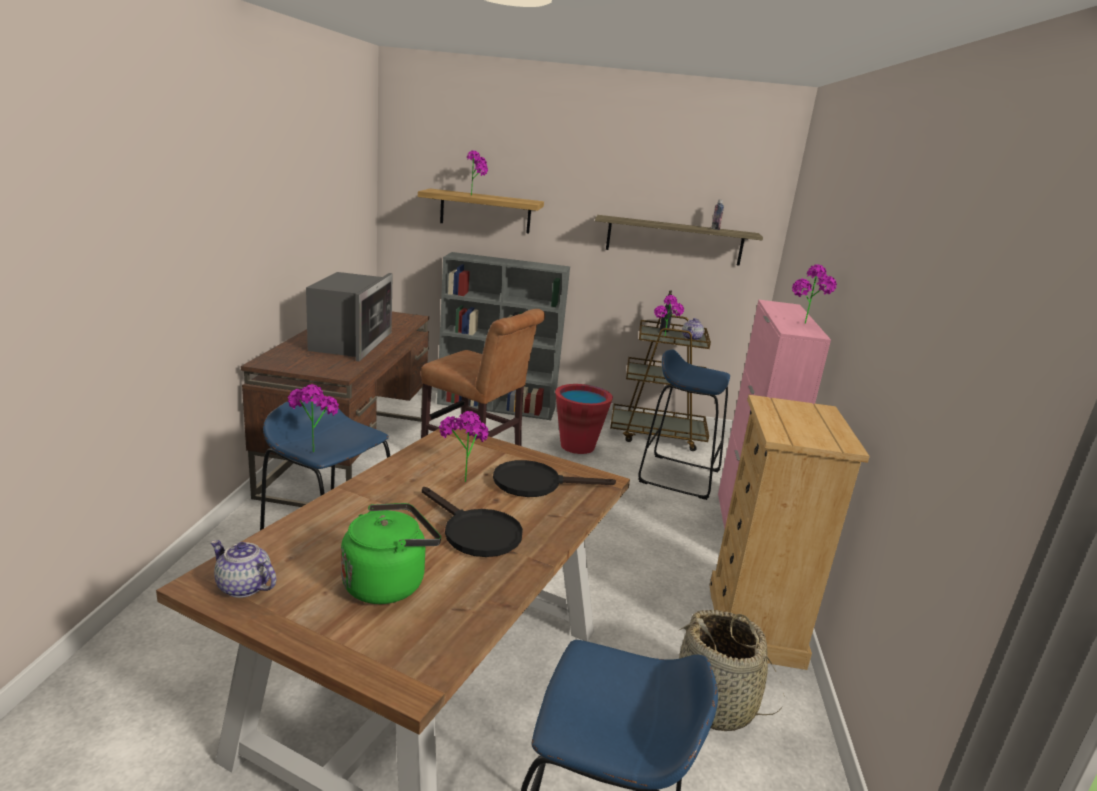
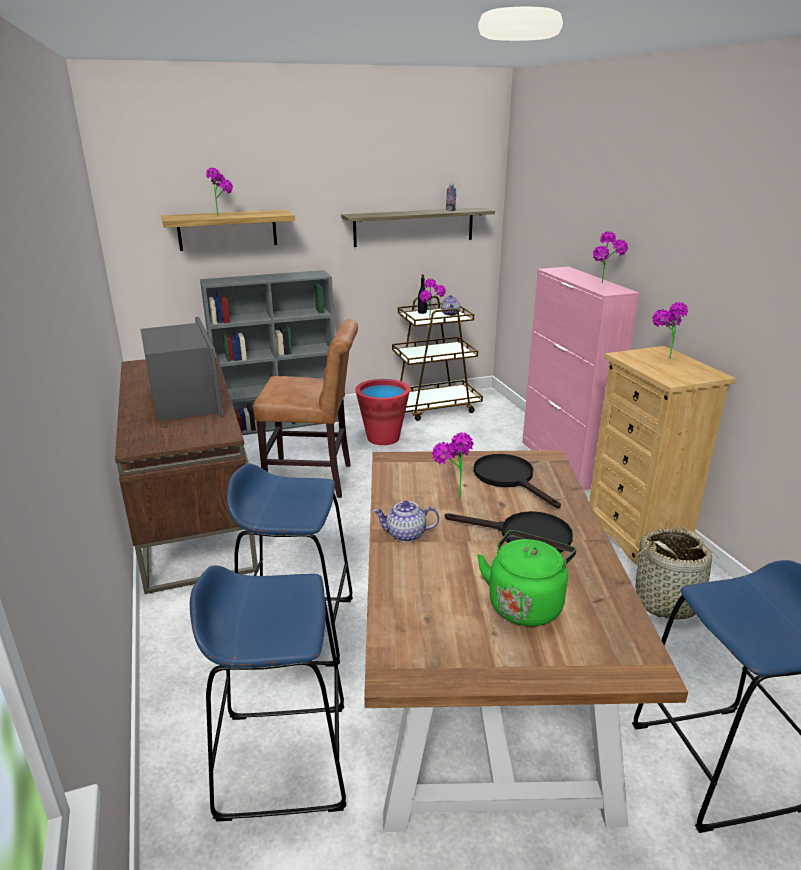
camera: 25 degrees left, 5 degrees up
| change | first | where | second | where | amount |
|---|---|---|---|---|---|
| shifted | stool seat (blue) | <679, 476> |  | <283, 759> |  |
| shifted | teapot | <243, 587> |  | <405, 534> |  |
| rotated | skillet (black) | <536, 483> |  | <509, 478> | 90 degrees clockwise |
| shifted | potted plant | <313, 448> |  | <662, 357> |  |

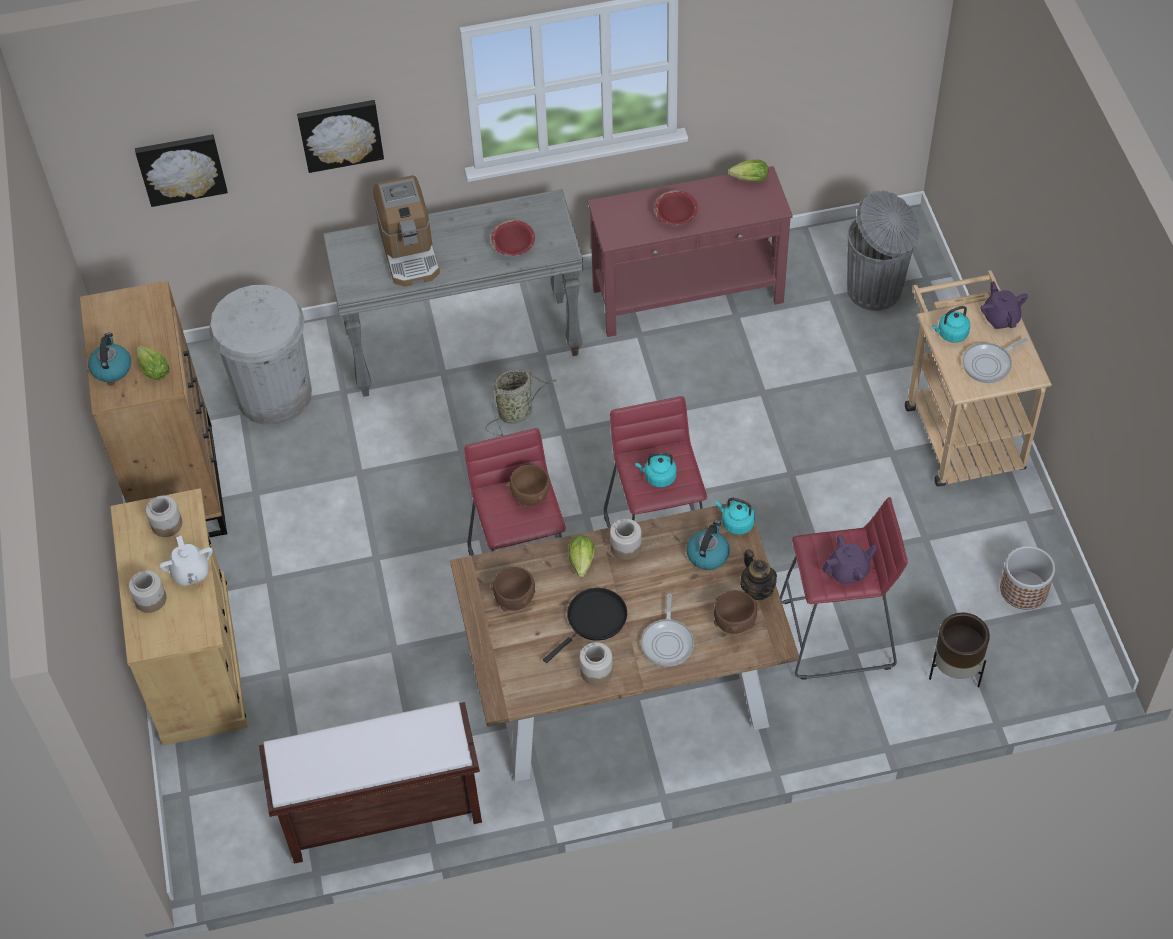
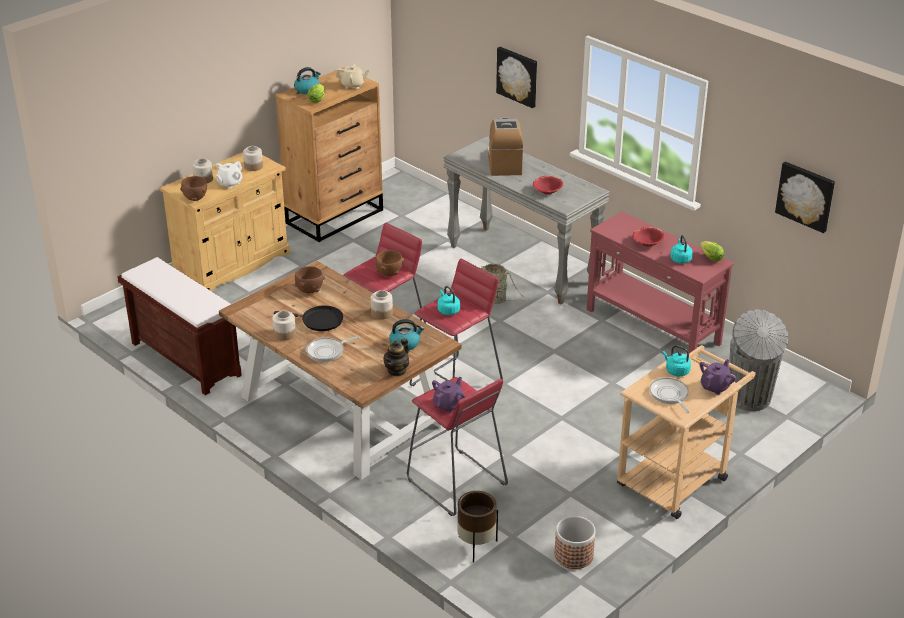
camera: 55 degrees right, 20 degrees down
| change | first | where | second | where | amount |
|---|---|---|---|---|---|
| shifted | bowl (brownish) | <734, 623> |  | <195, 198> |  |
| new |  |  | teapot (beige-coloured) | <353, 85> |  |
| rotated | teapot (purple) | <848, 571> |  | <448, 405> | 90 degrees counterclockwise |
| rotated | coffee brewer | <409, 252> |  | <504, 163> | 135 degrees clockwise |
| rotated | skillet | <989, 364> |  | <669, 395> | 45 degrees clockwise |
| shifted | kettle (turquoise-coloured) | <736, 523> |  | <680, 259> |  |
| shifted | wall art | <181, 167> |  | <806, 196> |  |
| gone | rubbish bin (whitish) | <274, 395> |  |  |  |
| gone | head of lettuce | <581, 564> |  |  |  |

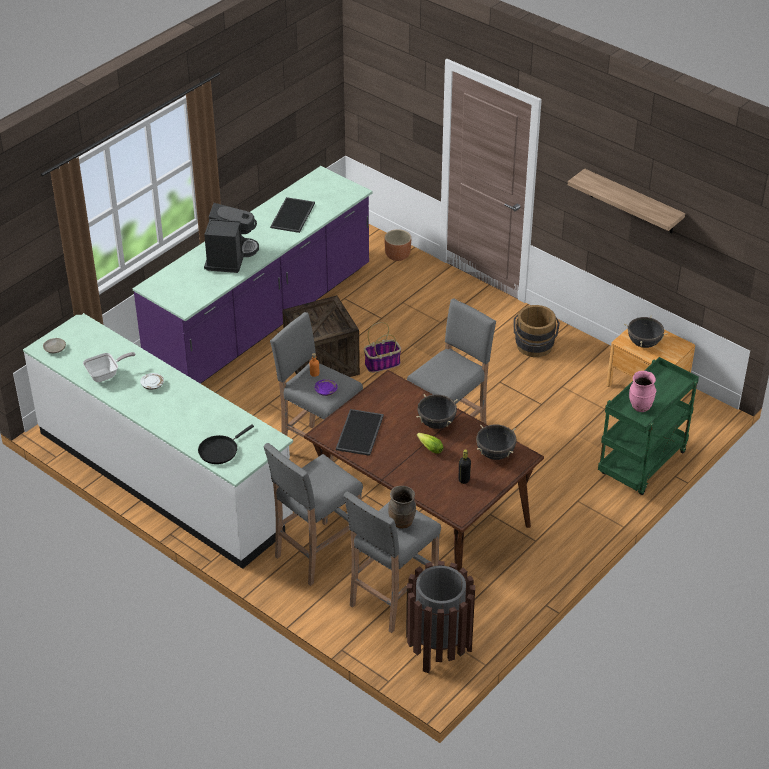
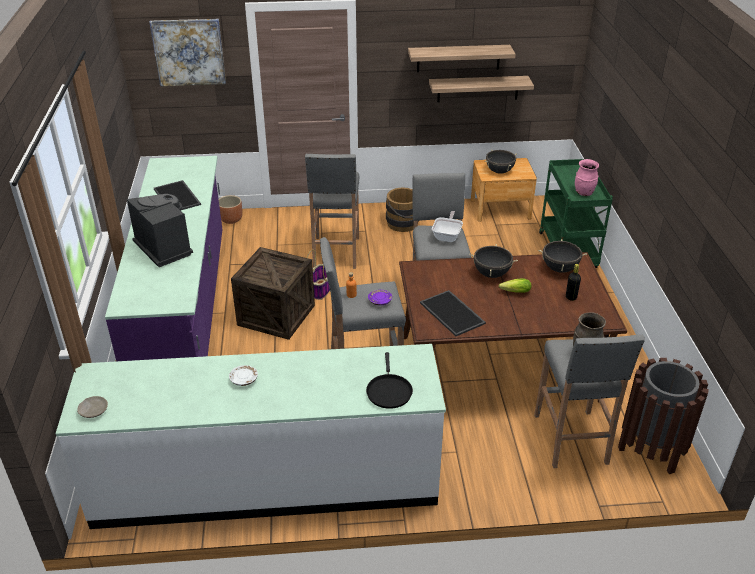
camera: 45 degrees left, 5 degrees down
| change | first | where | second | where | amount |
|---|---|---|---|---|---|
| new |  |  | wall art | <189, 52> |  |
| shifted | stool seat (gray) | <316, 554> |  | <336, 253> |  |
| new |  |  | bracket shelf | <478, 89> |  |
| shifted | skillet | <106, 375> |  | <447, 236> |  |

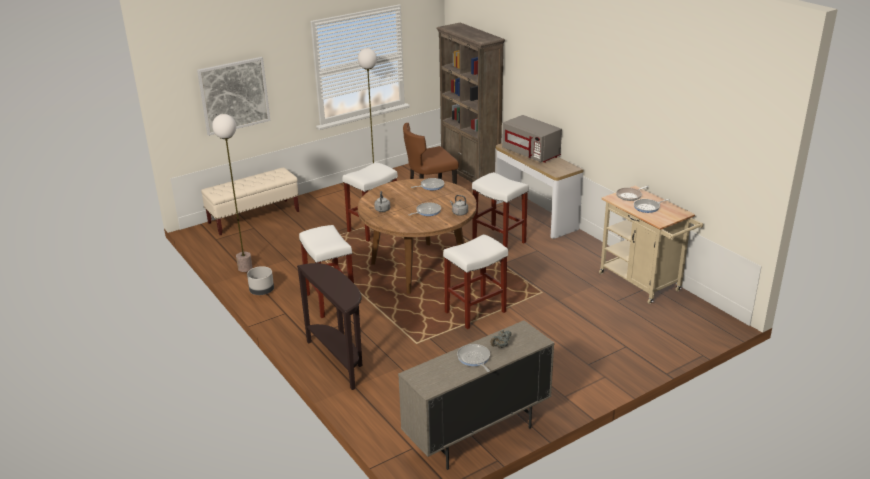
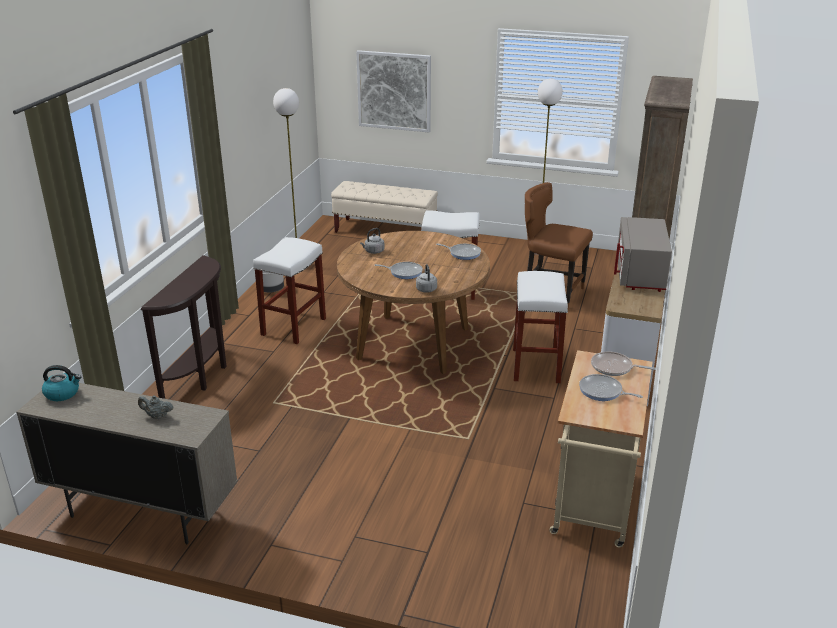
camera: 50 degrees right, 0 degrees up
| change | first | where | second | where | amount |
|---|---|---|---|---|---|
| new |  |  | kettle | <63, 393> |  |
| gone | stool seat (whitish) | <475, 312> |  |  |  |
| gone | skillet | <474, 358> |  |  |  |

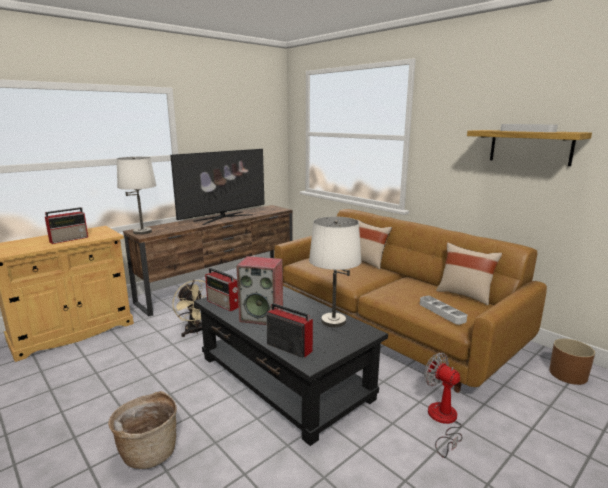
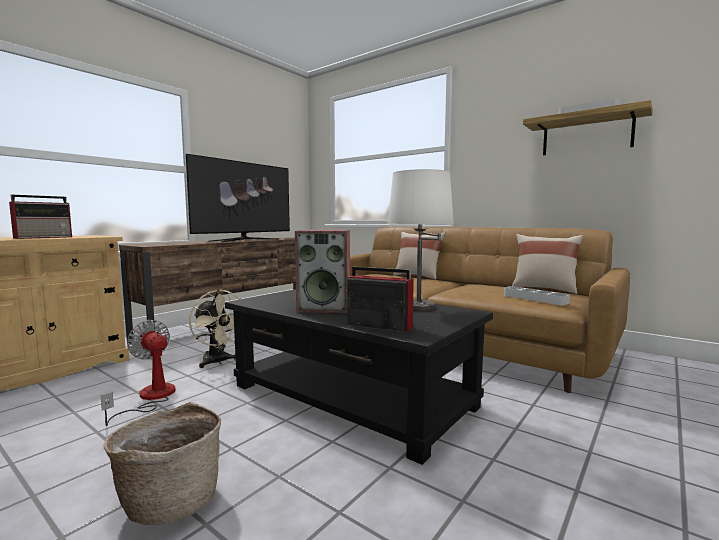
camera: 10 degrees left, 10 degrees down
| change | first | where | second | where | amount |
|---|---|---|---|---|---|
| shifted | fan | <443, 421> |  | <150, 398> |  |
| gone | tabletop lamp (whitish) | <142, 232> |  |  |  |
| gone | radio set | <224, 304> |  |  |  |
| gone | planter (brownish) | <568, 374> |  |  |  |

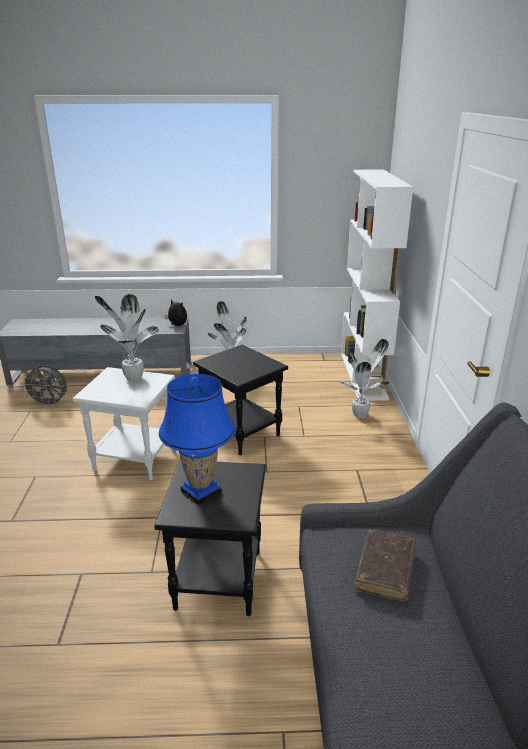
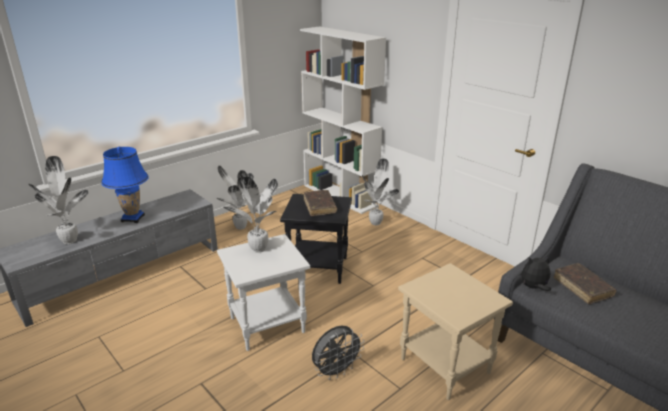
camera: 40 degrees left, 0 degrees up
| change | first | where | second | where | amount |
|---|---|---|---|---|---|
| new |  |  | potted plant | <70, 240> |  |
| shifted | tabletop lamp (blue) | <201, 491> |  | <133, 218> |  |
| new |  |  | book (brownish) | <319, 207> |  |
| shifted | fan (gray) | <50, 404> |  | <336, 371> |  |
| repainted | accent table (black) | <220, 581> | accent table (beige-coloured) | <446, 366> |  |
| shifted | cuddly toy | <177, 325> |  | <533, 288> |  |

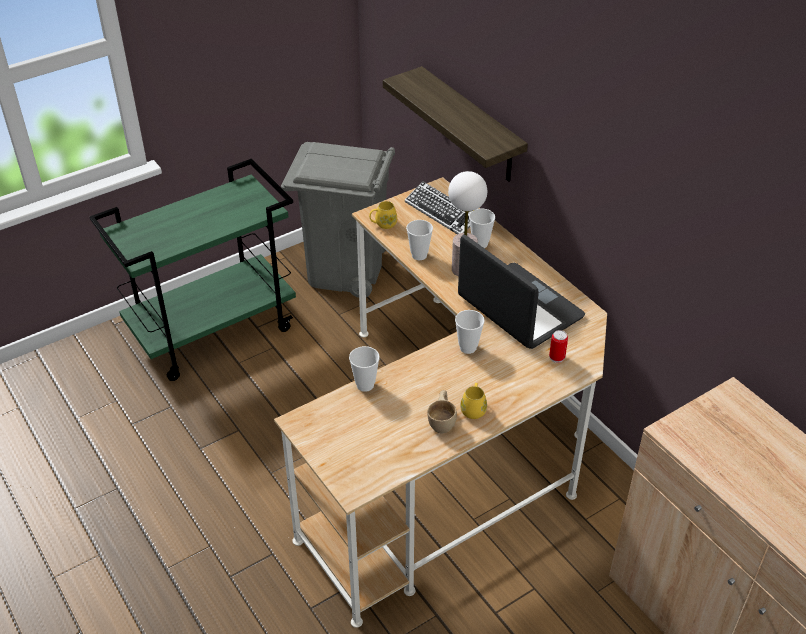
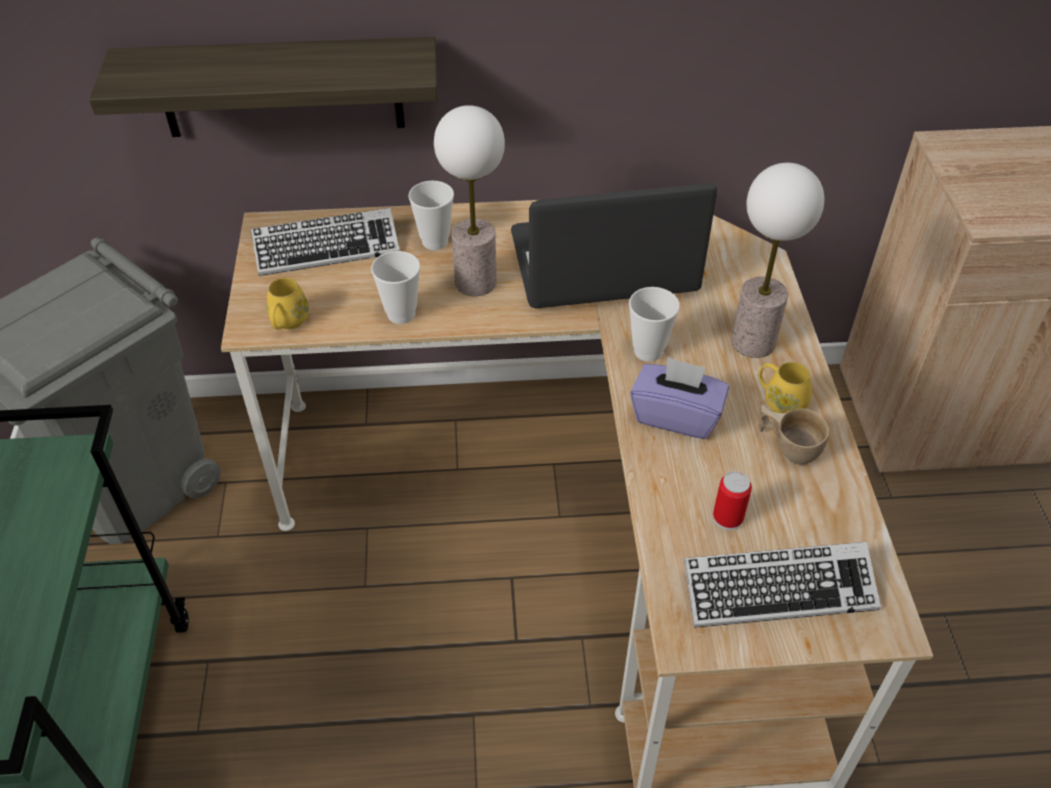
camera: 60 degrees left, 5 degrees up
| change | first | where | second | where | amount |
|---|---|---|---|---|---|
| new |  |  | box of tissues (purple) | <676, 415> |  |
| new |  |  | keyboard | <778, 590> |  |
| shifted | can | <557, 357> |  | <727, 518> |  |
| new |  |  | tabletop lamp | <754, 342> |  |
| gone | small cup | <365, 385> |  |  |  |

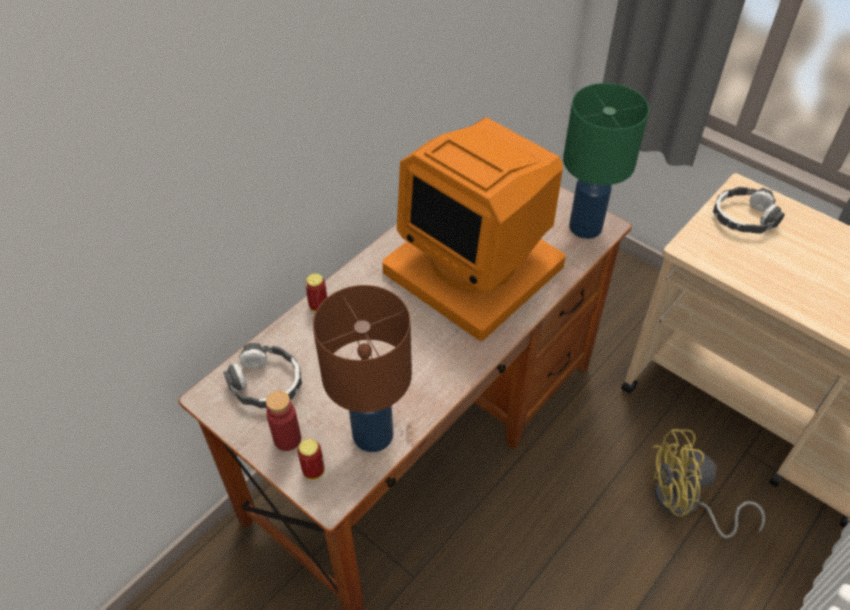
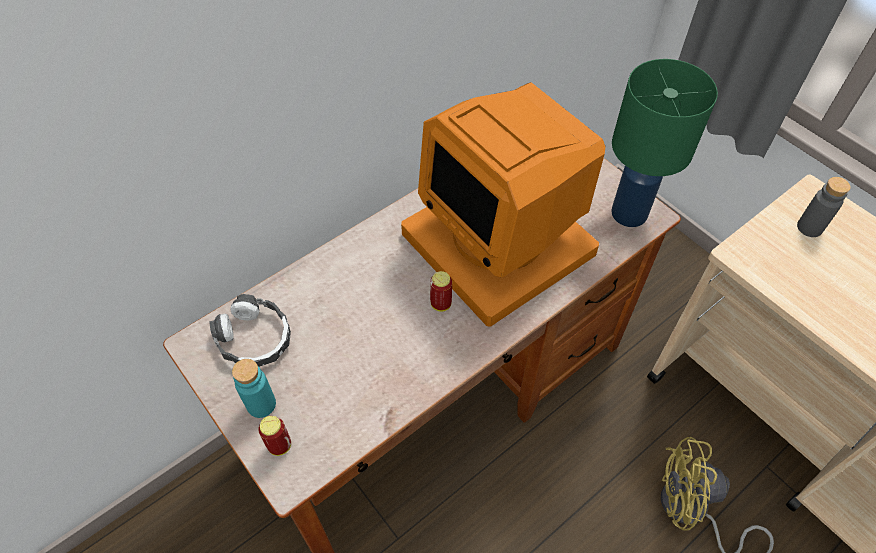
camera: 10 degrees right, 5 degrees up
| change | first | where | second | where | amount |
|---|---|---|---|---|---|
| repainted | beverage bottle (red) | <287, 439> | beverage bottle (turquoise-coloured) | <261, 404> |  |
| shifted | can | <318, 306> |  | <441, 304> |  |
| swapped | headset | <743, 217> | beverage bottle (gray) | <809, 227> |  |
| gone | tabletop lamp (brownish) | <371, 434> |  |  |  |

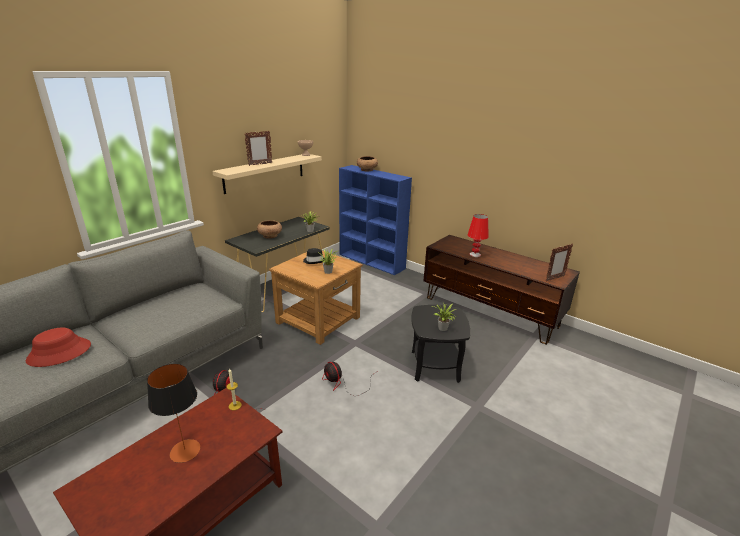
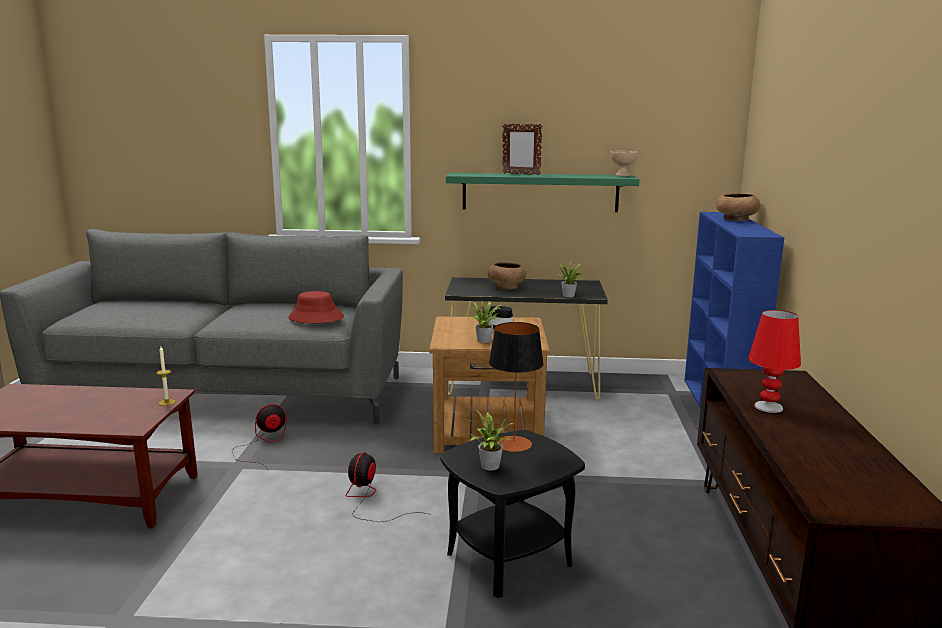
camera: 55 degrees right, 10 degrees down
| change | first | where | second | where | amount |
|---|---|---|---|---|---|
| shifted | clothing hat (red) | <59, 353> |  | <316, 318> |  |
| repainted | bracket shelf (beige-coloured) | <265, 172> | bracket shelf (green) | <540, 192> |  |
| shifted | tabletop lamp | <185, 450> |  | <514, 444> |  |
| gone | photo frame | <554, 278> |  |  |  |

